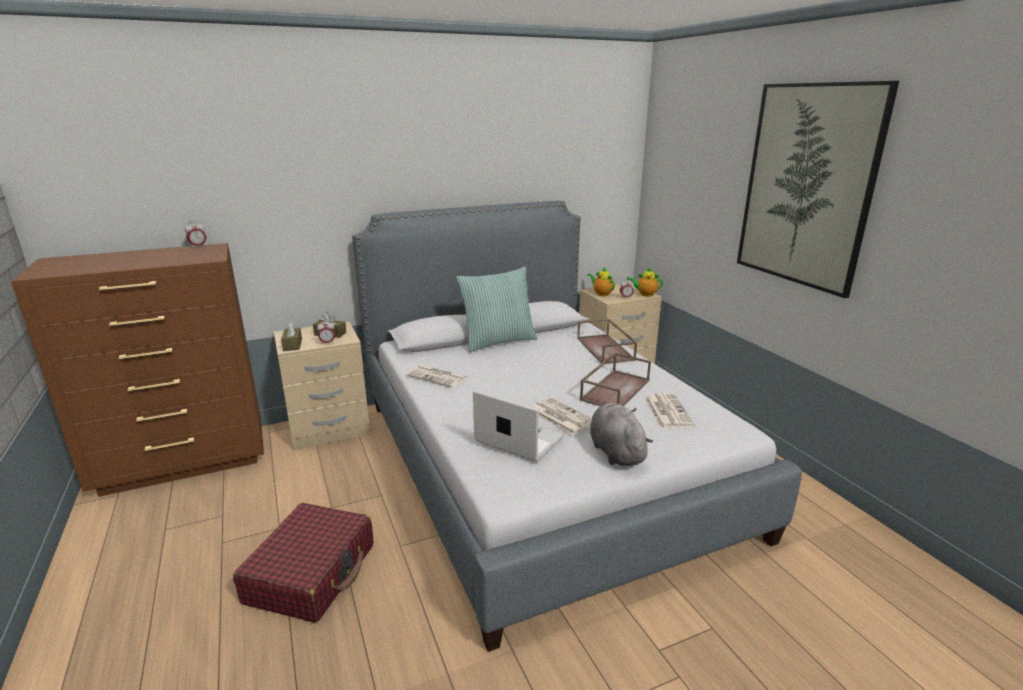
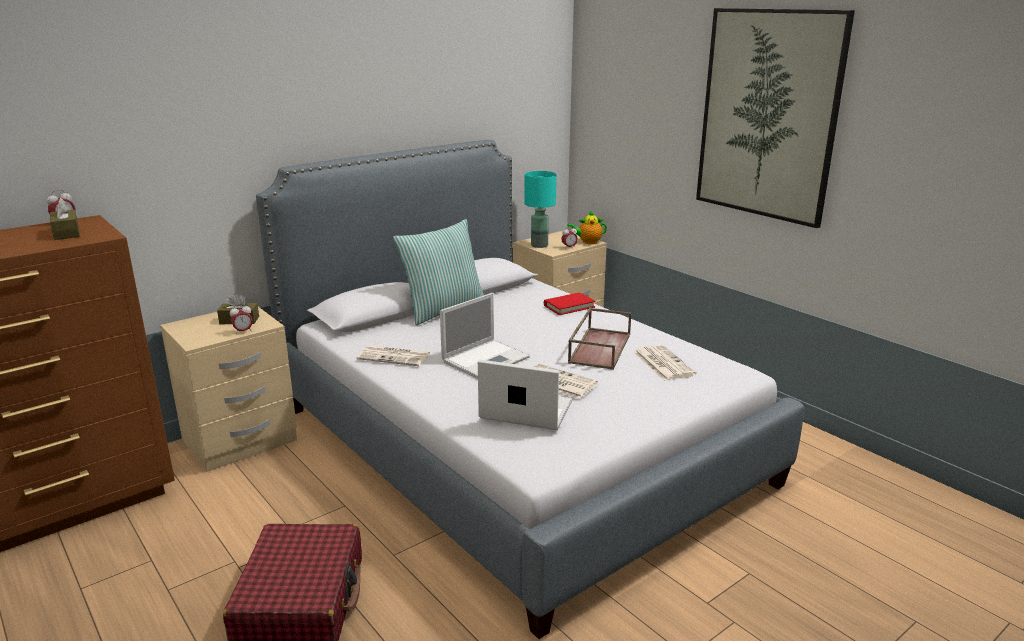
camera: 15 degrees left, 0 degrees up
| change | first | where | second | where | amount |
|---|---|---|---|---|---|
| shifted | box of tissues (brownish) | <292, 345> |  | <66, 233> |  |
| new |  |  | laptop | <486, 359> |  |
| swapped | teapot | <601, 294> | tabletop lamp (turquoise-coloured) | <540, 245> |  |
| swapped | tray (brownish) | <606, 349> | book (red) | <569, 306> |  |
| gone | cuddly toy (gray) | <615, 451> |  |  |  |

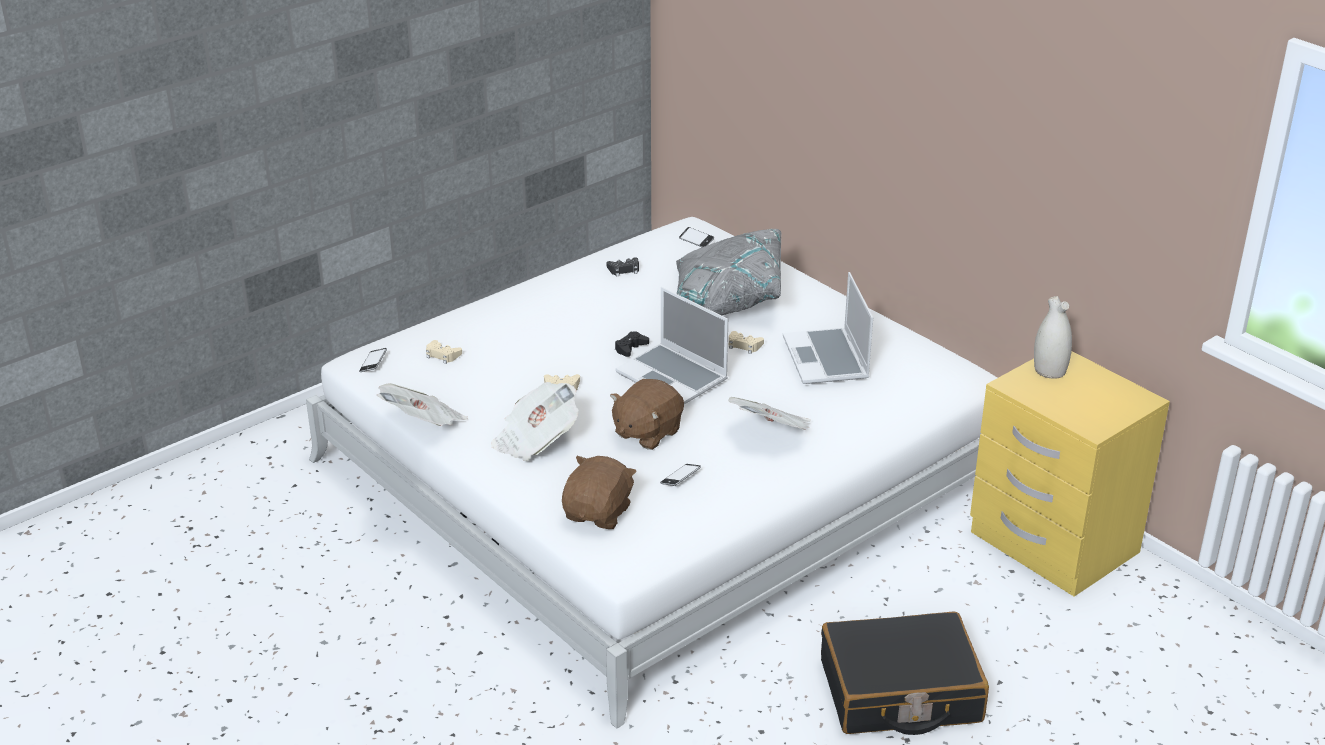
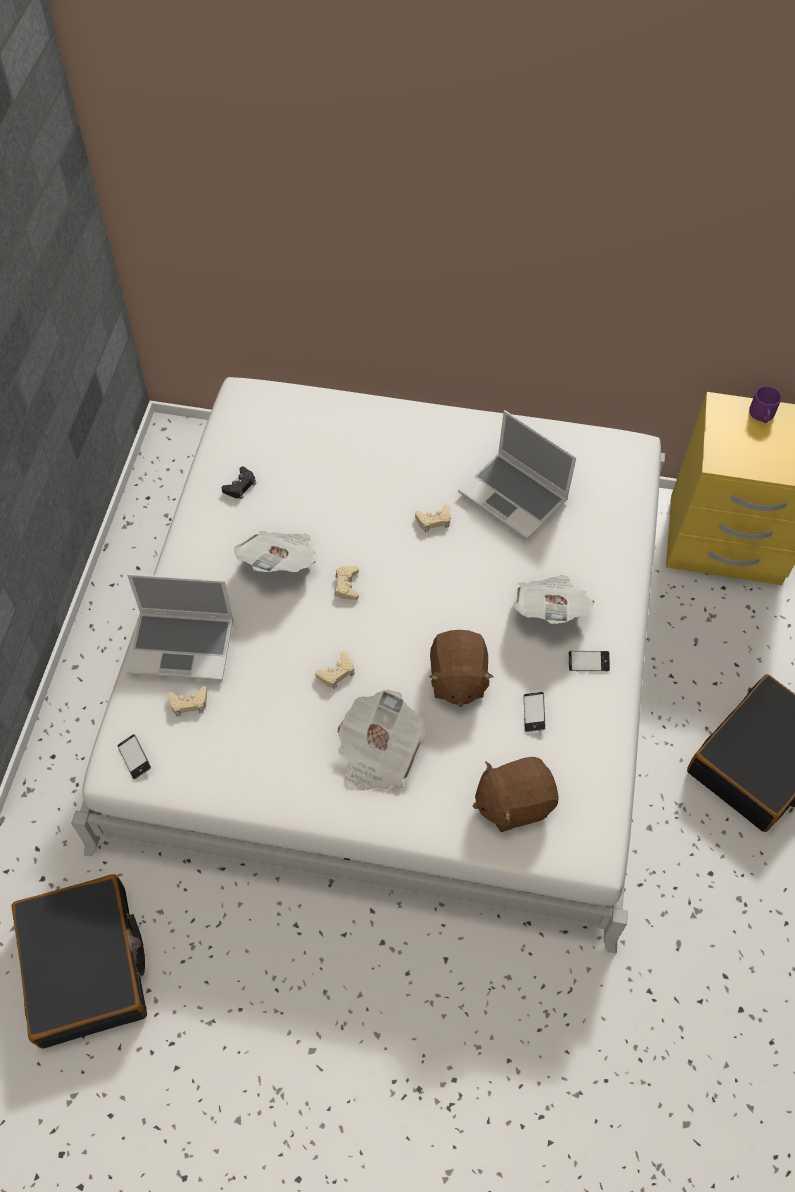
camera: 40 degrees left, 25 degrees up
| change | first | where | second | where | amount |
|---|---|---|---|---|---|
| new |  |  | travel case (black) | <86, 966> |  |
| shifted | laptop | <674, 377> |  | <183, 645> |  |
| shifted | newspaper | <424, 424> |  | <280, 562> |  |
| repainted | gamepad (black) | <630, 348> | gamepad (beige-coloured) | <347, 585> |  |
| rotated | cuddly toy (brownish) | <599, 513> |  | <513, 802> | 90 degrees counterclockwise |
| shifted | handset | <696, 240> |  | <588, 663> |  |
| new |  |  | mug (purple) | <762, 415> |  |
| gone | throw pillow (gray) | <725, 301> |  |  |  |
| gone | flower vase (whitish) | <1049, 370> |  |  |  |

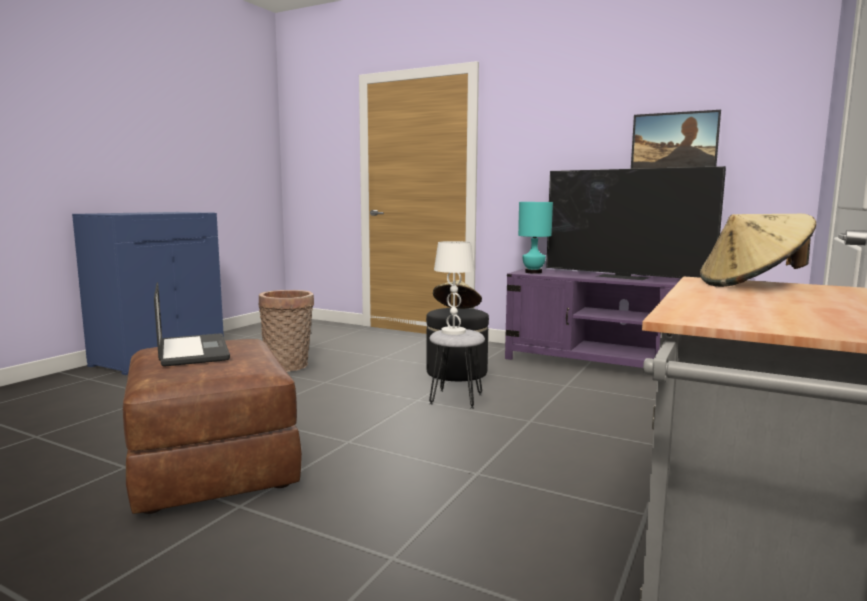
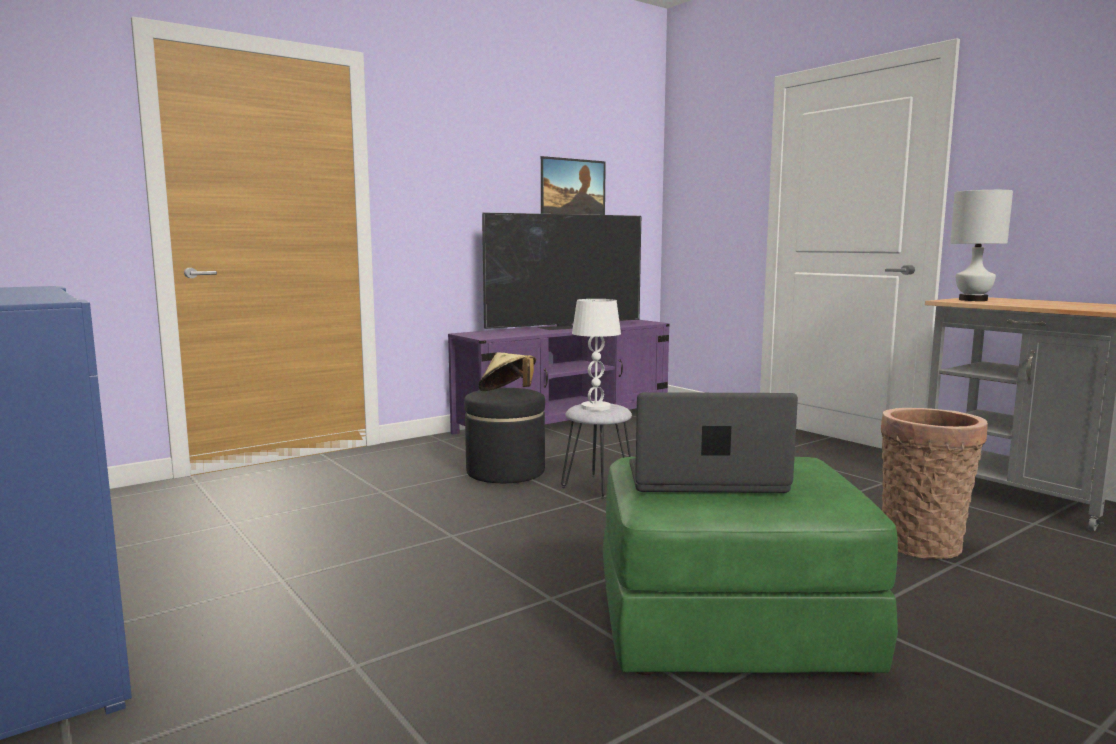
camera: 65 degrees left, 0 degrees up
| change | first | where | second | where | amount |
|---|---|---|---|---|---|
| repainted | ottoman (brownish) | <211, 465> | ottoman (green) | <729, 628> |  |
| shifted | storage basket | <289, 366> |  | <922, 542> |  |
| swapped | clothing hat (beige-coloured) | <752, 285> | tabletop lamp (whitish) | <973, 300> |  |
| gone | tabletop lamp (turquoise-coloured) | <533, 272> |  |  |  |

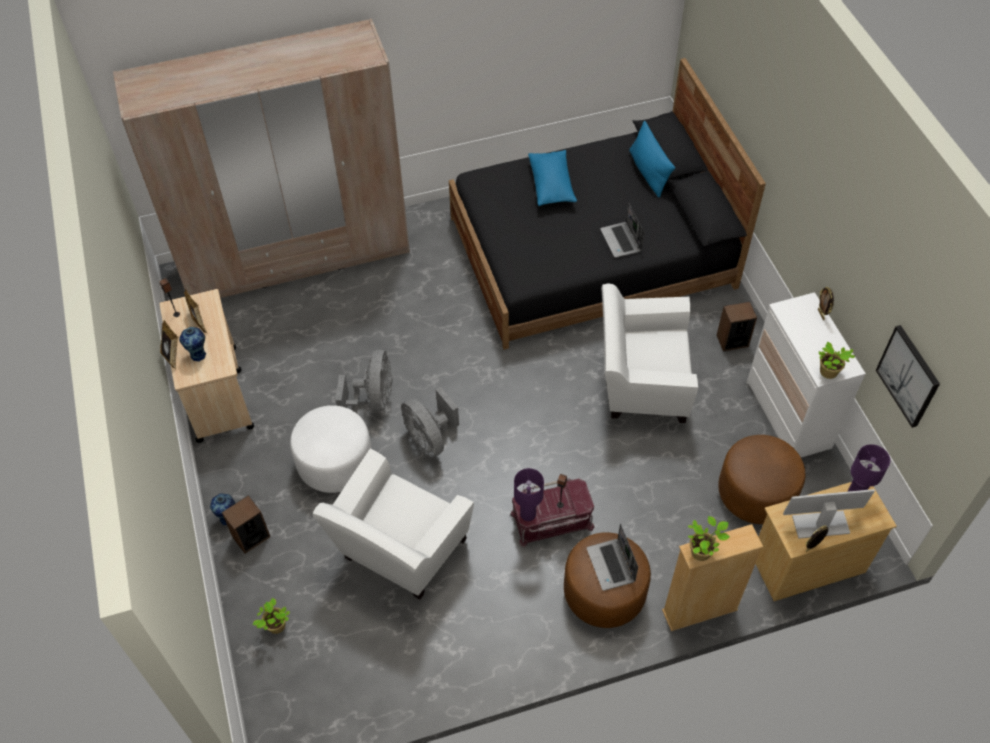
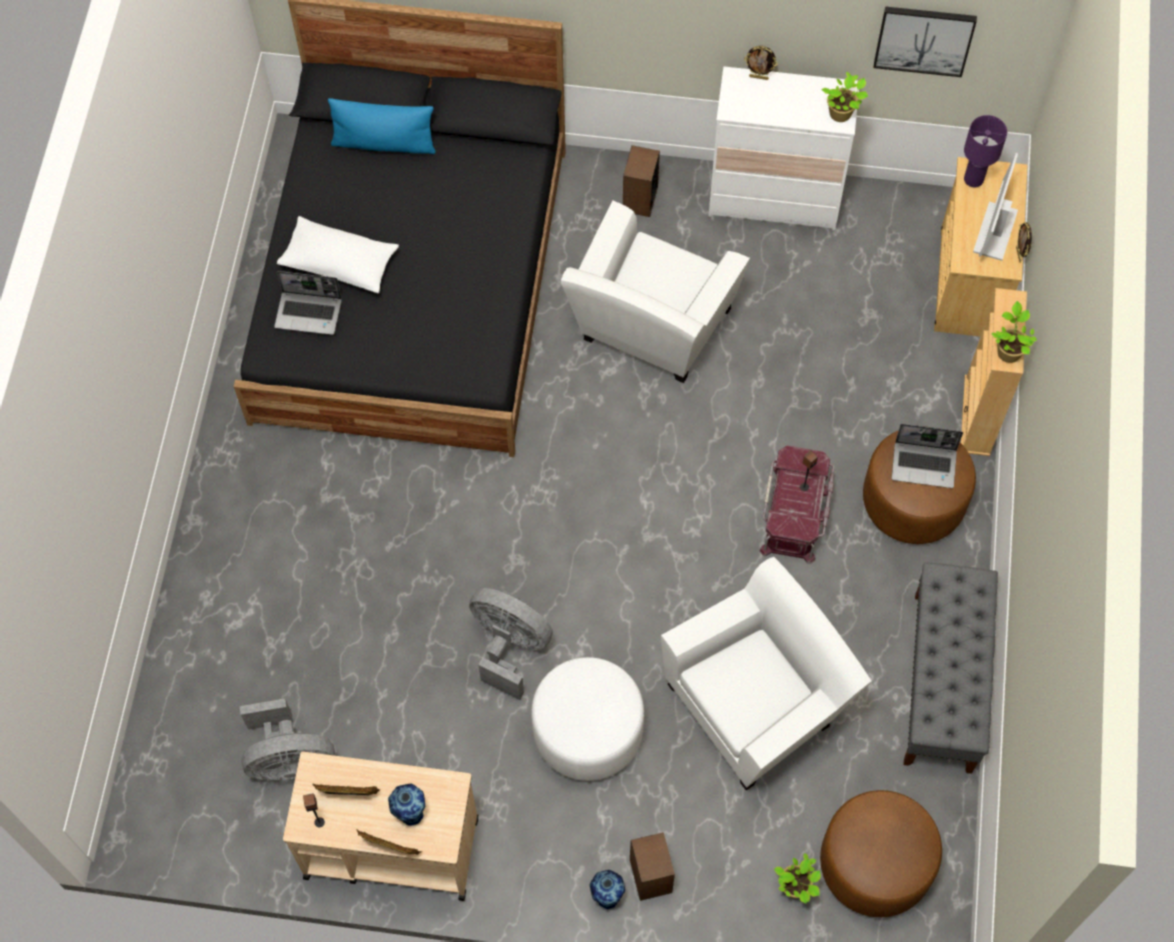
camera: 65 degrees left, 10 degrees up
| change | first | where | second | where | amount |
|---|---|---|---|---|---|
| shifted | fan (gray) | <430, 438> |  | <290, 760> |  |
| shifted | laptop | <621, 241> |  | <309, 313> |  |
| repainted | throw pillow (blue) | <551, 185> | throw pillow (whitish) | <340, 263> |  |
| rotated | easy chair (whitish) | <400, 552> |  | <757, 702> | 90 degrees counterclockwise |
| shifted | ottoman (brownish) | <755, 493> |  | <875, 864> |  |
| new |  |  | indoor bench (gray) | <943, 683> |  |
| gone | clothes cupboard (beige-coloured) | <296, 258> |  |  |  |
| gone | tabletop lamp (purple) | <527, 514> |  |  |  |

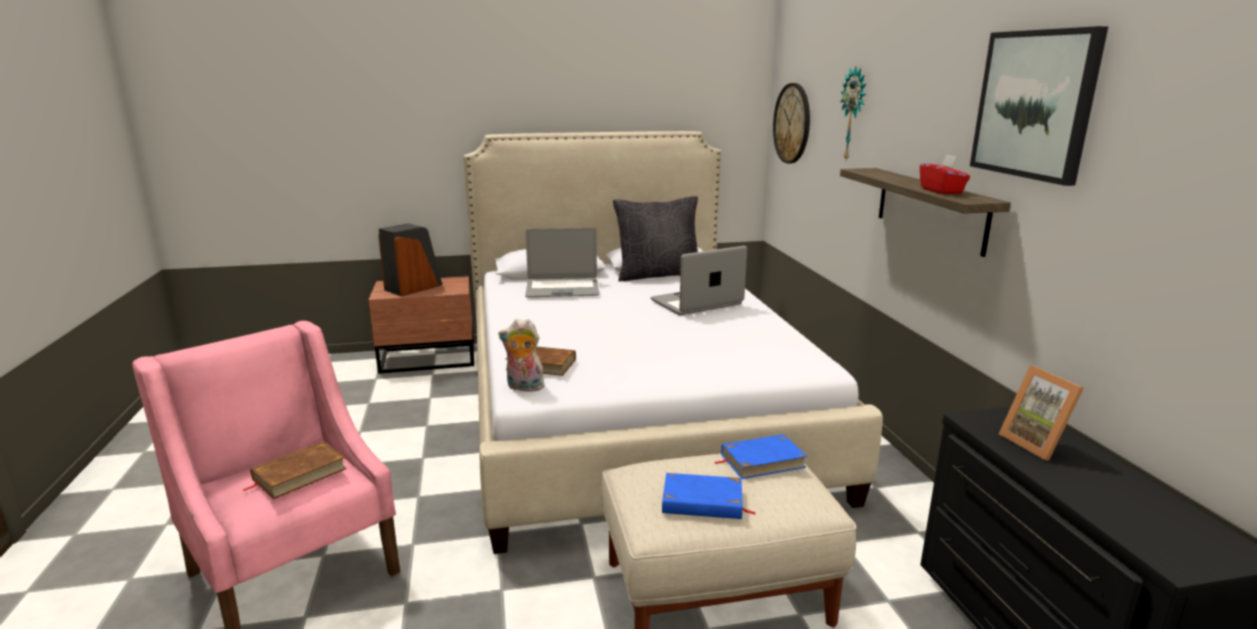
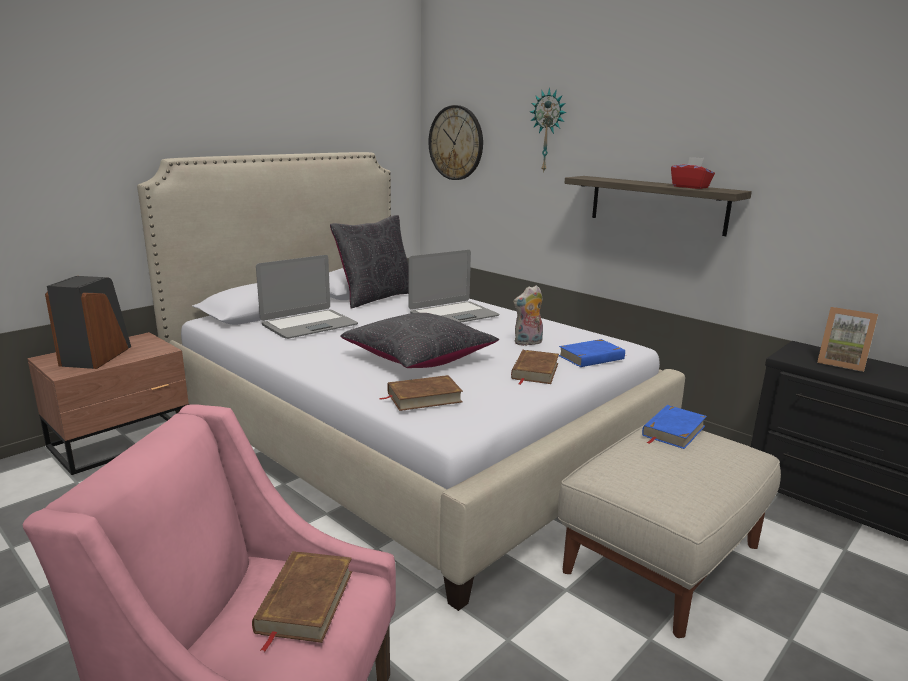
camera: 35 degrees left, 0 degrees up
| change | first | where | second | where | amount |
|---|---|---|---|---|---|
| new |  |  | throw pillow (black) | <419, 357> |  |
| rotated | laptop | <697, 303> |  | <453, 315> | 150 degrees counterclockwise |
| new |  |  | book (brownish) | <534, 371> |  |
| shifted | cuddly toy | <523, 387> |  | <528, 343> |  |
| shifted | book (blue) | <702, 502> |  | <591, 357> |  |
| gone | wall art | <1035, 104> |  |  |  |

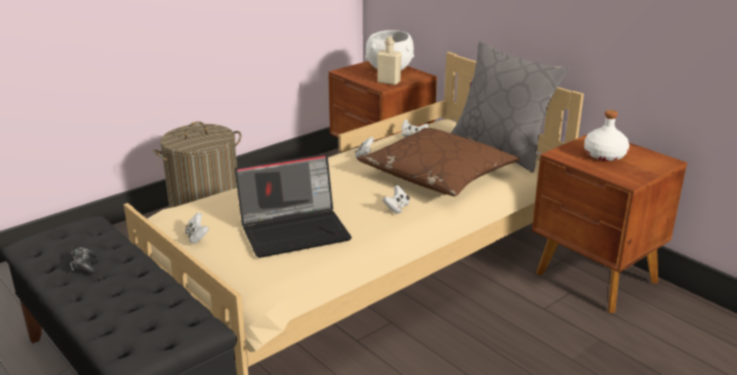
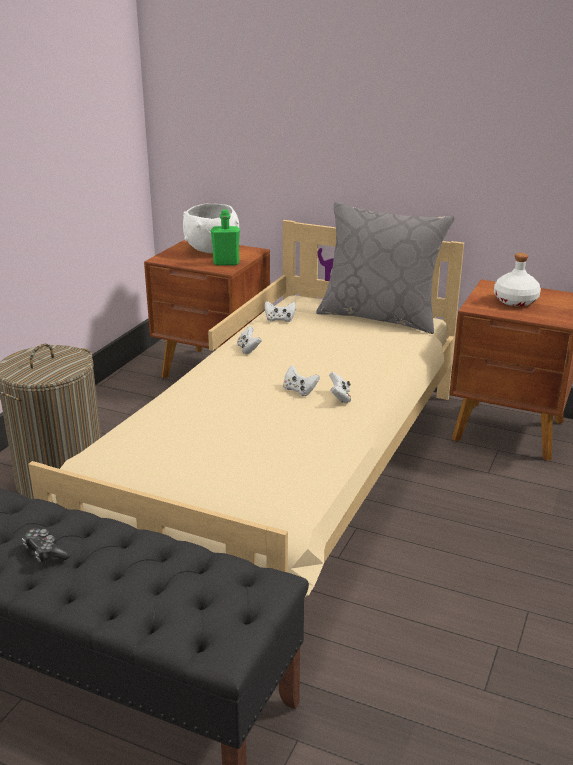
camera: 25 degrees left, 0 degrees up
| change | first | where | second | where | amount |
|---|---|---|---|---|---|
| repainted | beverage bottle (beige-coloured) | <388, 82> | beverage bottle (green) | <226, 263> |  |
| shifted | gamepad (whitish) | <197, 237> |  | <299, 391> |  |
| gone | laptop | <295, 230> |  |  |  |
| gone | throw pillow (brownish) | <437, 175> |  |  |  |

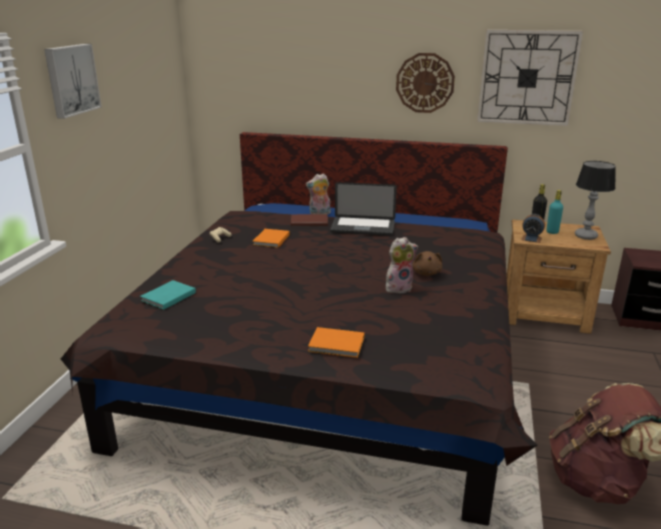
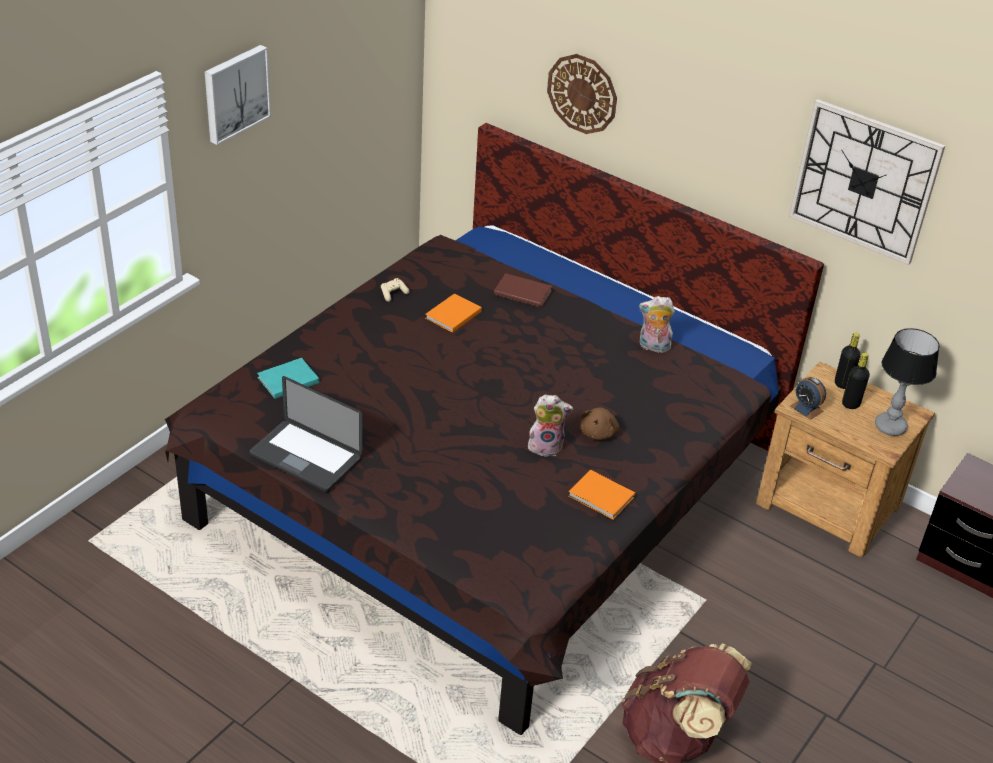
camera: 20 degrees right, 15 degrees up
| change | first | where | second | where | amount |
|---|---|---|---|---|---|
| shifted | laptop | <363, 227> |  | <305, 457> |  |
| shifted | clock on the wall | <425, 83> |  | <582, 93> |  |
| shifted | book (orange-coloured) | <338, 345> |  | <602, 498> |  |
| shifted | cuddly toy | <319, 214> |  | <653, 347> |  |
| repainted | beverage bottle (turquoise-coloured) | <552, 232> | beverage bottle (black) | <850, 404> |  |

